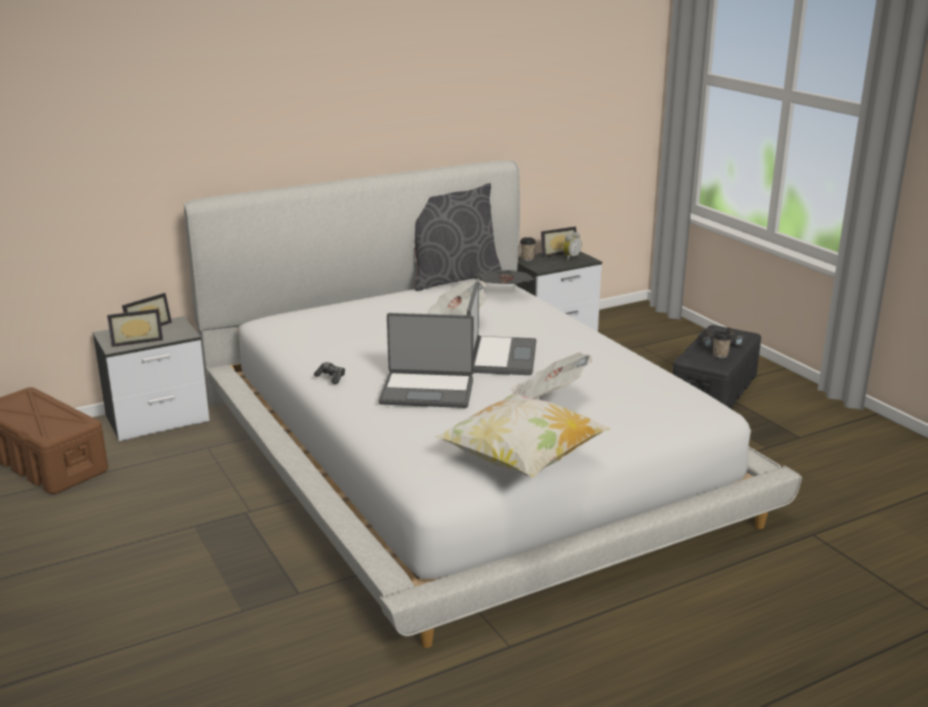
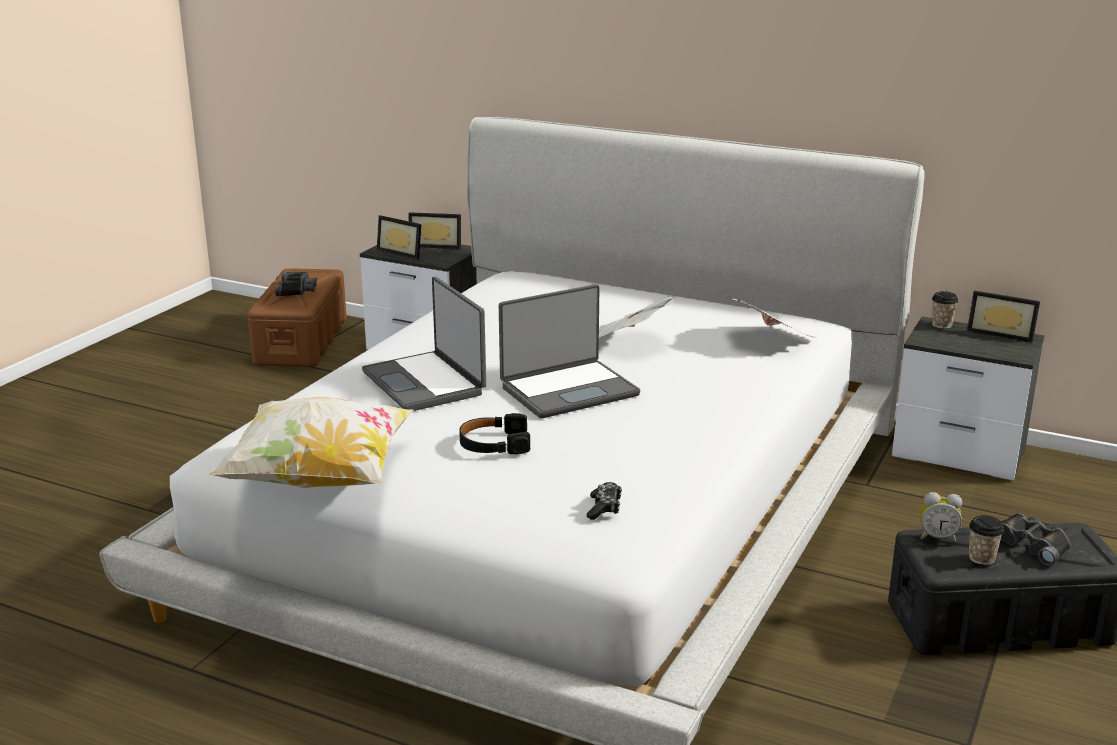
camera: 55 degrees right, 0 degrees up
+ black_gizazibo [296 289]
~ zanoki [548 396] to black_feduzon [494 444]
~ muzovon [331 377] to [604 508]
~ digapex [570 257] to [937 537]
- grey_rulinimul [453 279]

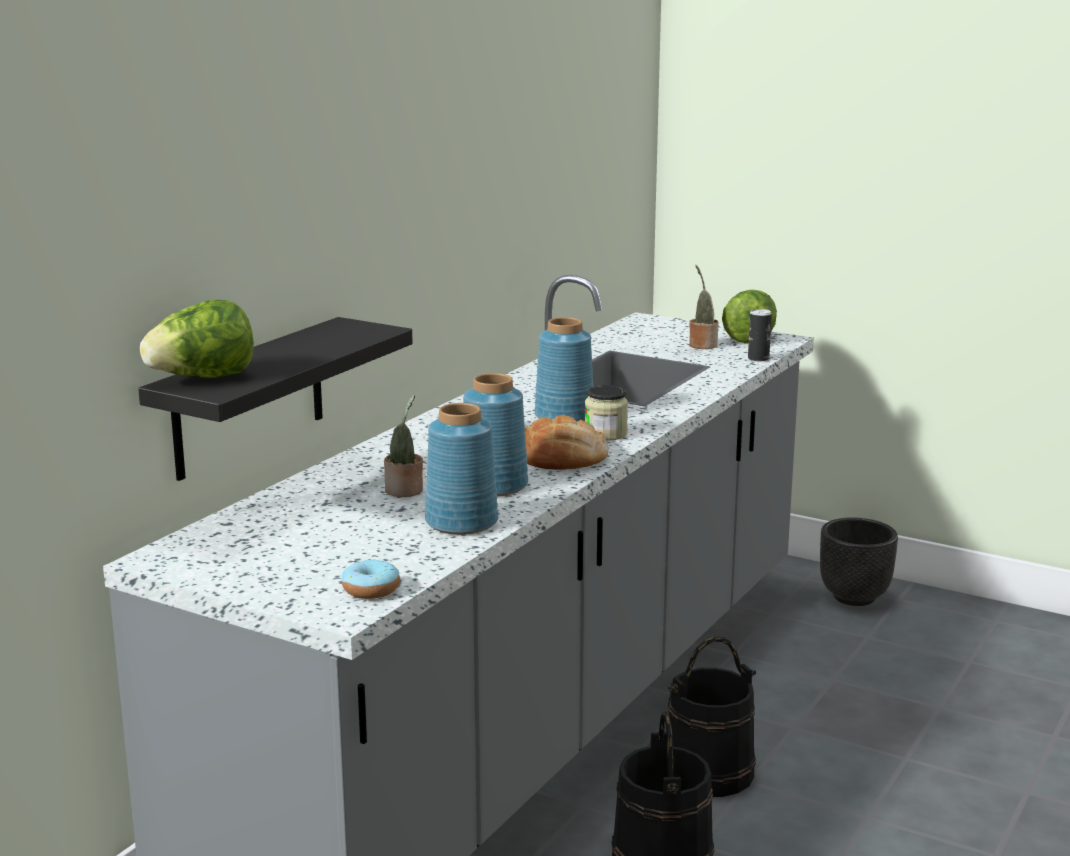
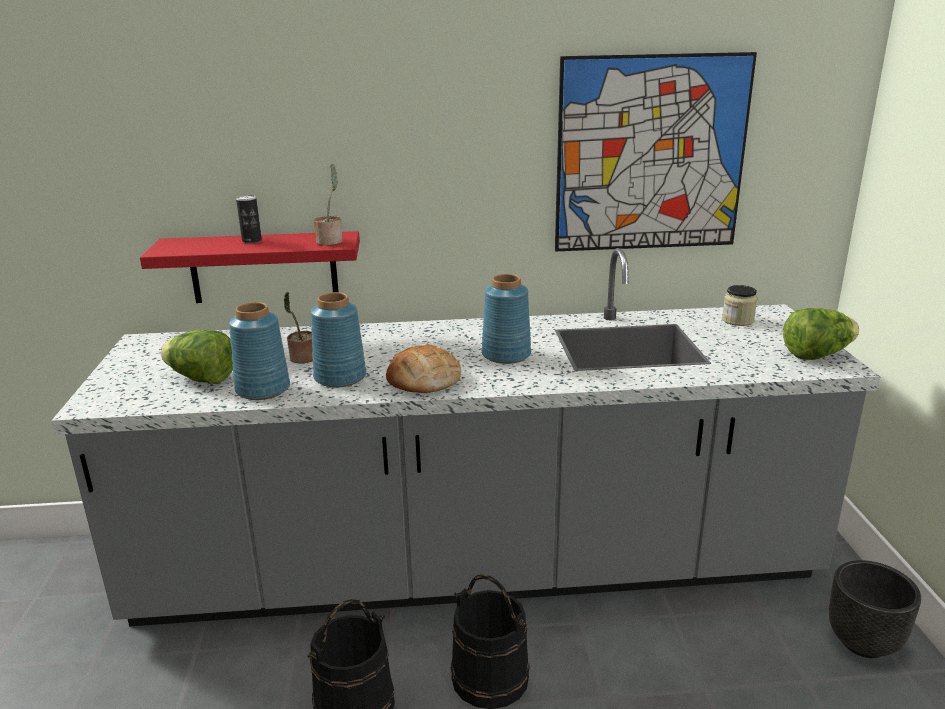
camera: 55 degrees right, 5 degrees up
~ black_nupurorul [249 398] to red_nupurorul [264 267]
~ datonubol [203 378] to [202 379]
~ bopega [758 358] to [251 241]
~ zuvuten [702 345] to [330 241]
+ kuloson [650 155]
~ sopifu [605 434] to [737 320]
- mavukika [371 590]

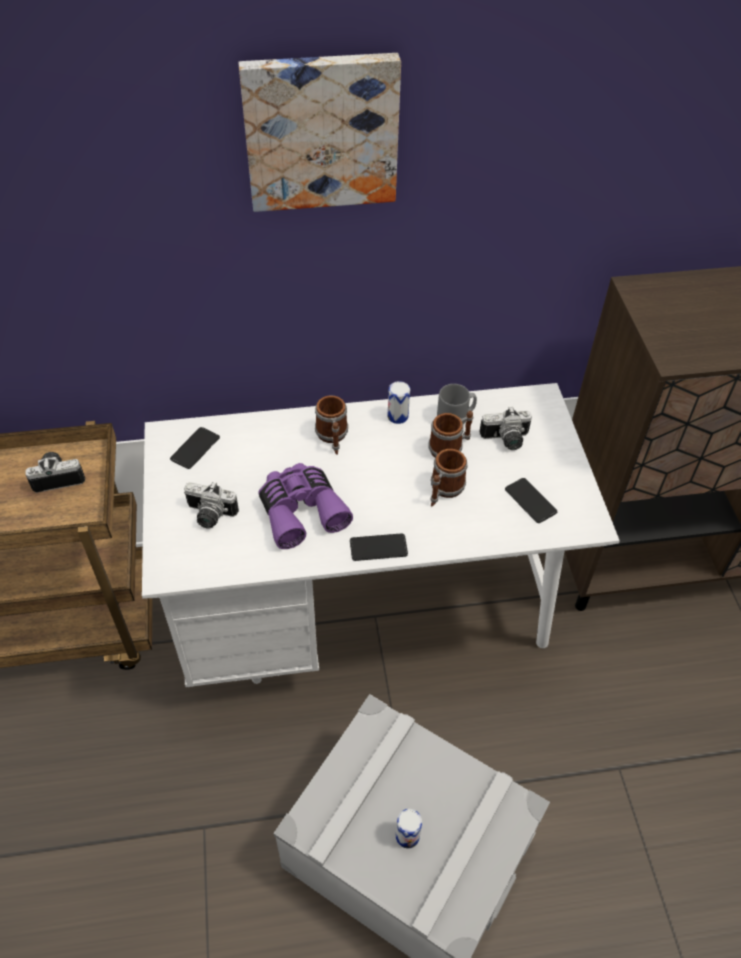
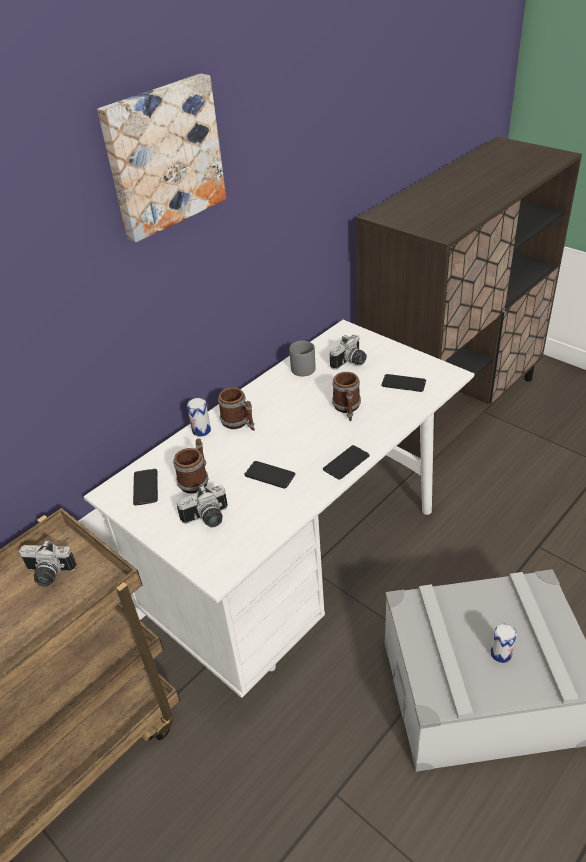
camera: 35 degrees left, 10 degrees down
~ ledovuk [58 476] = [48 574] 120 degrees counterclockwise
~ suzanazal [450 447] to [196 479]
~ bopega [397 416] to [201 430]
~ purple_gizazibo [301 510] to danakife [269 475]

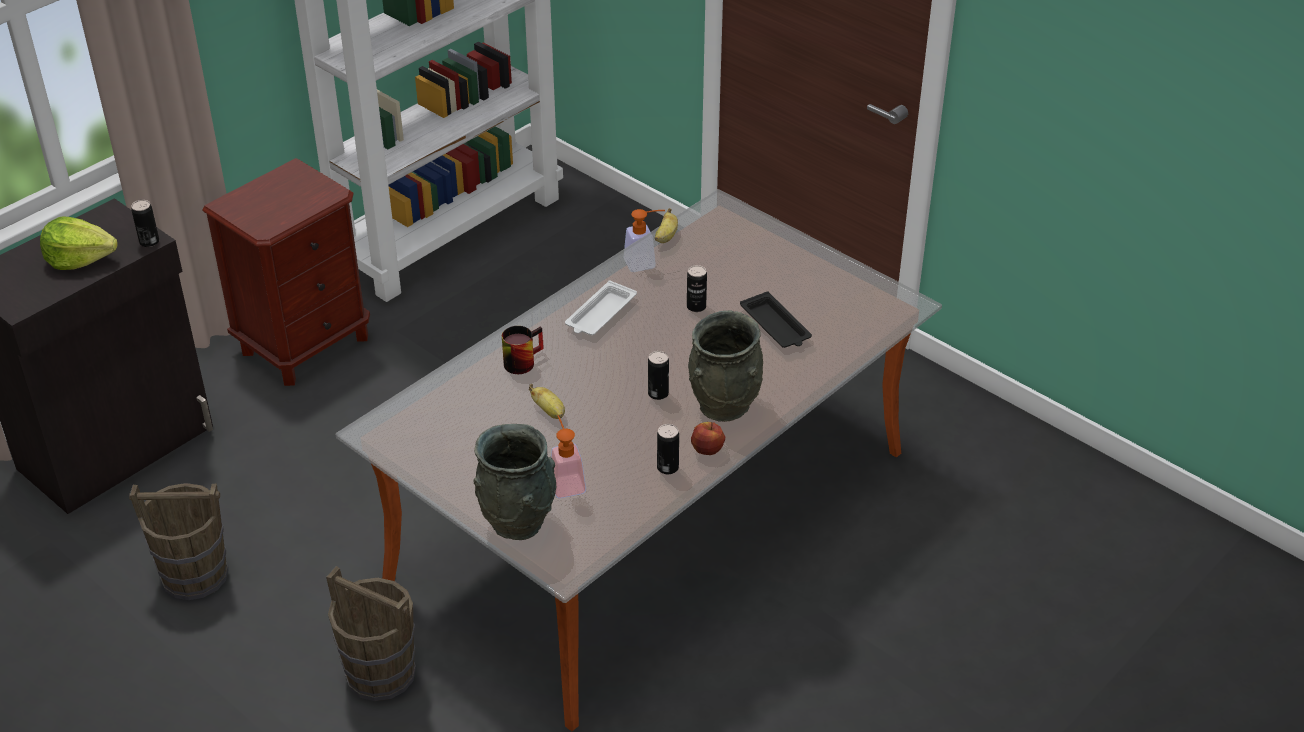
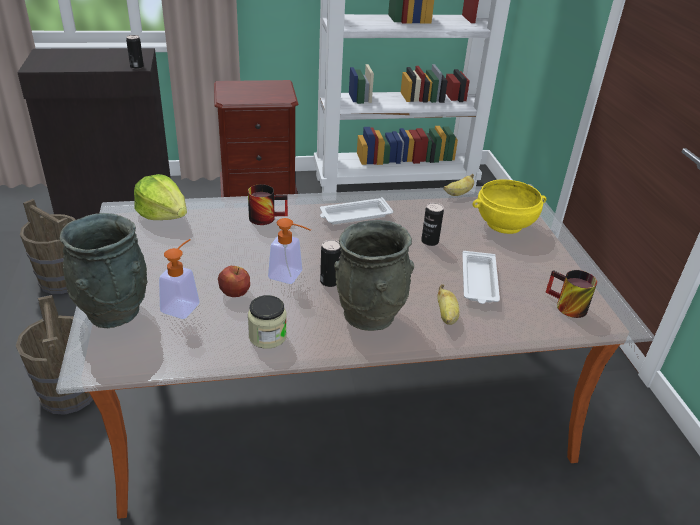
camera: 35 degrees right, 5 degrees down
~ datonubol [80 259] to [163 214]
~ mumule [707 449] to [234 292]
~ bopega [667 467] to sopifu [267 336]
~ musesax [645 262] to [291 276]
~ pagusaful [549 411] to [446 316]
~ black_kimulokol [776 326] to white_kimulokol [479 282]
+ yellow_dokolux [505 225]
+ suzanazal [565 306]

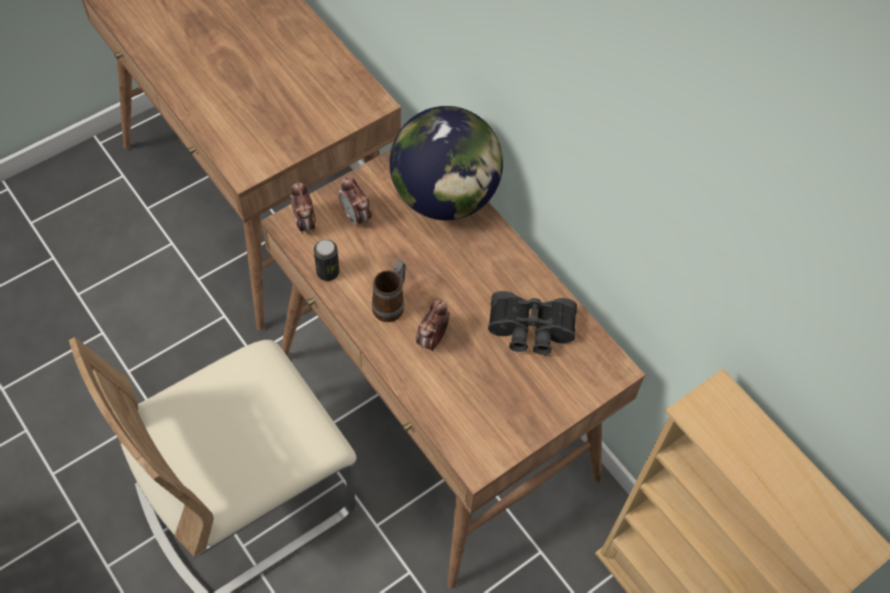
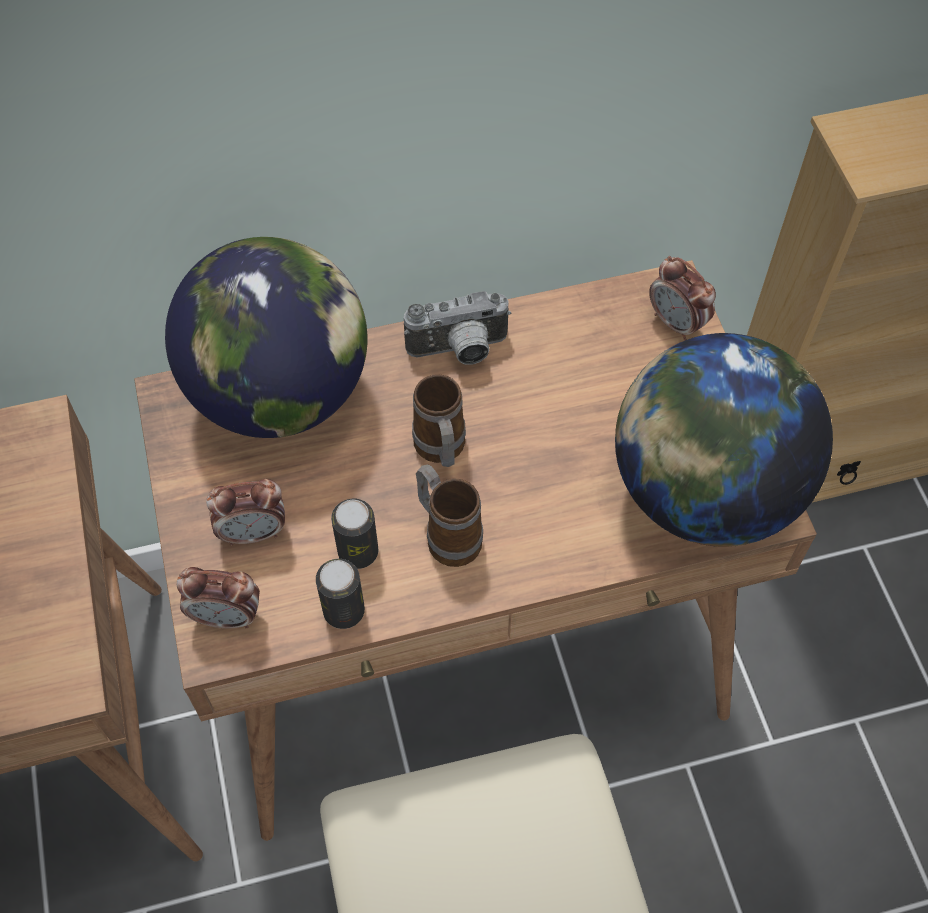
camera: 65 degrees left, 0 degrees up
+ bopega [358 552]
+ ledovuk [459 351]
+ suzanazal [441 451]
+ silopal [703 491]
~ digapex [432 339] to [676 323]
- black_gizazibo [530 331]

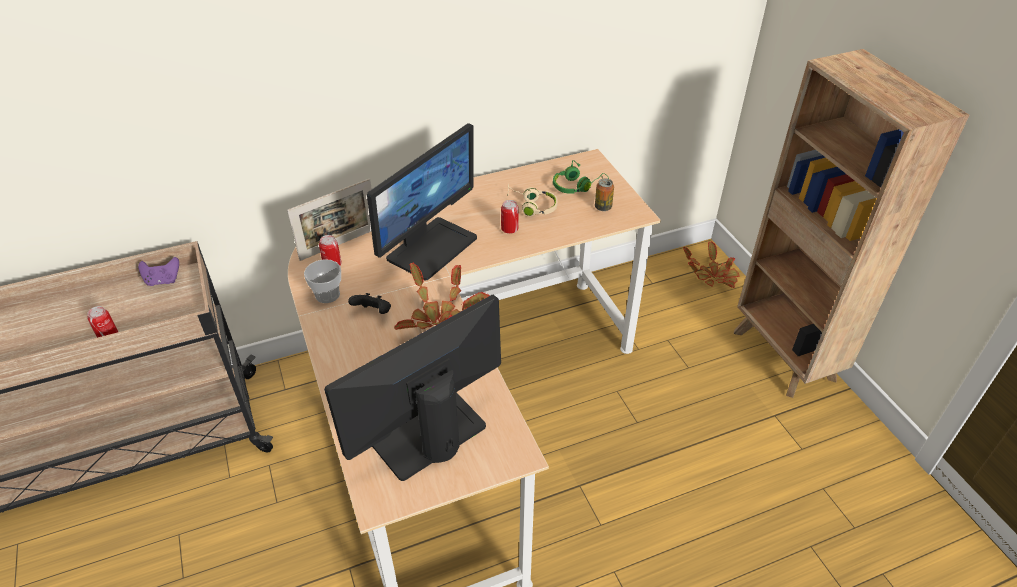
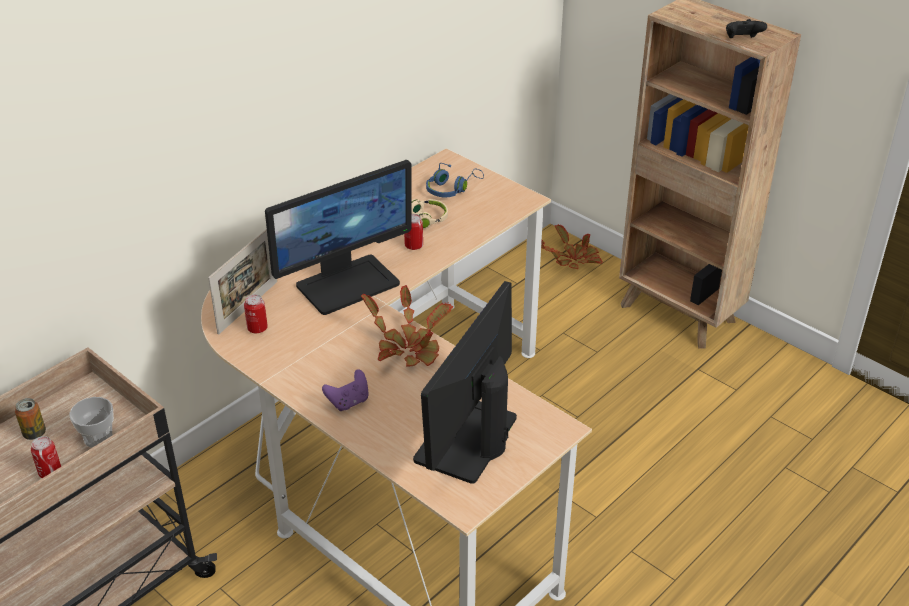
camera: 25 degrees left, 5 degrees down
~ bopega [603 207] to [34 433]
~ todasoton [327 295] to [98 438]
~ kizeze [431 247] = [347 283] 45 degrees clockwise
~ purple_muzovon [163 280] to [348 402]
~ green_feduzon [577 186] to blue_feduzon [451 189]
~ black_muzovon [373 313] to [742 40]

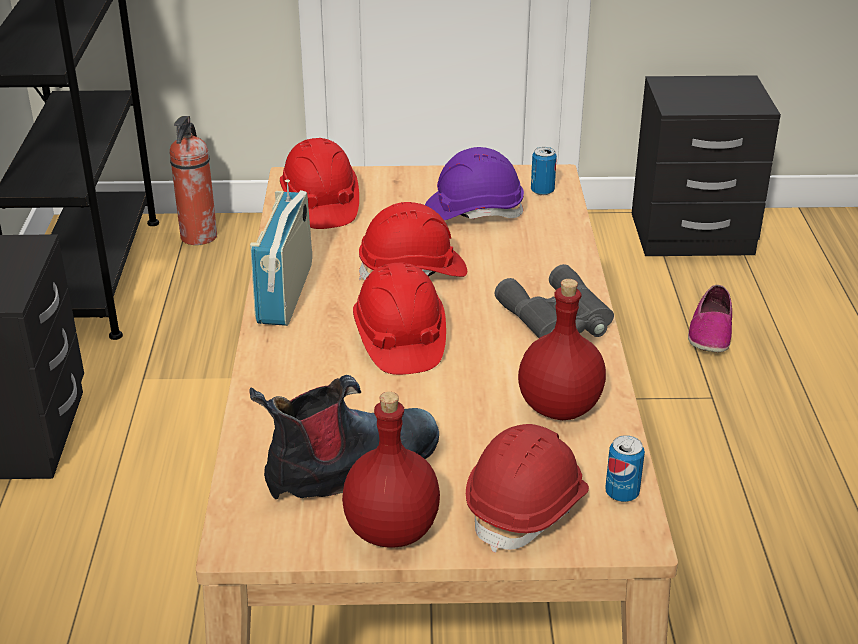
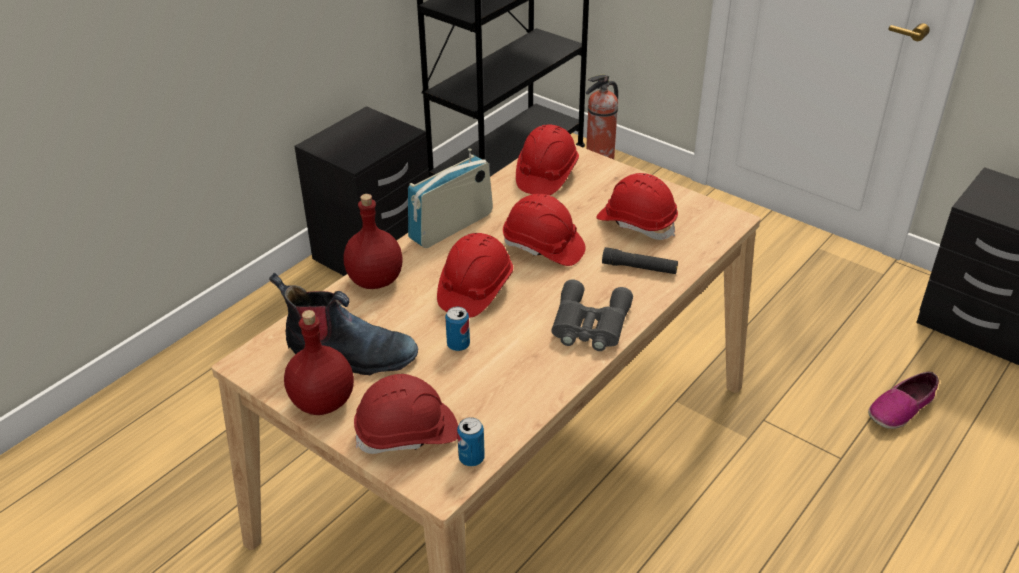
camera: 40 degrees right, 5 degrees up
~ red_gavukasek [560 408] to [375 281]
~ bopega [542 191] to [458 345]
~ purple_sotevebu [472 212] to red_sotevebu [636 223]
+ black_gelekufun [639 268]

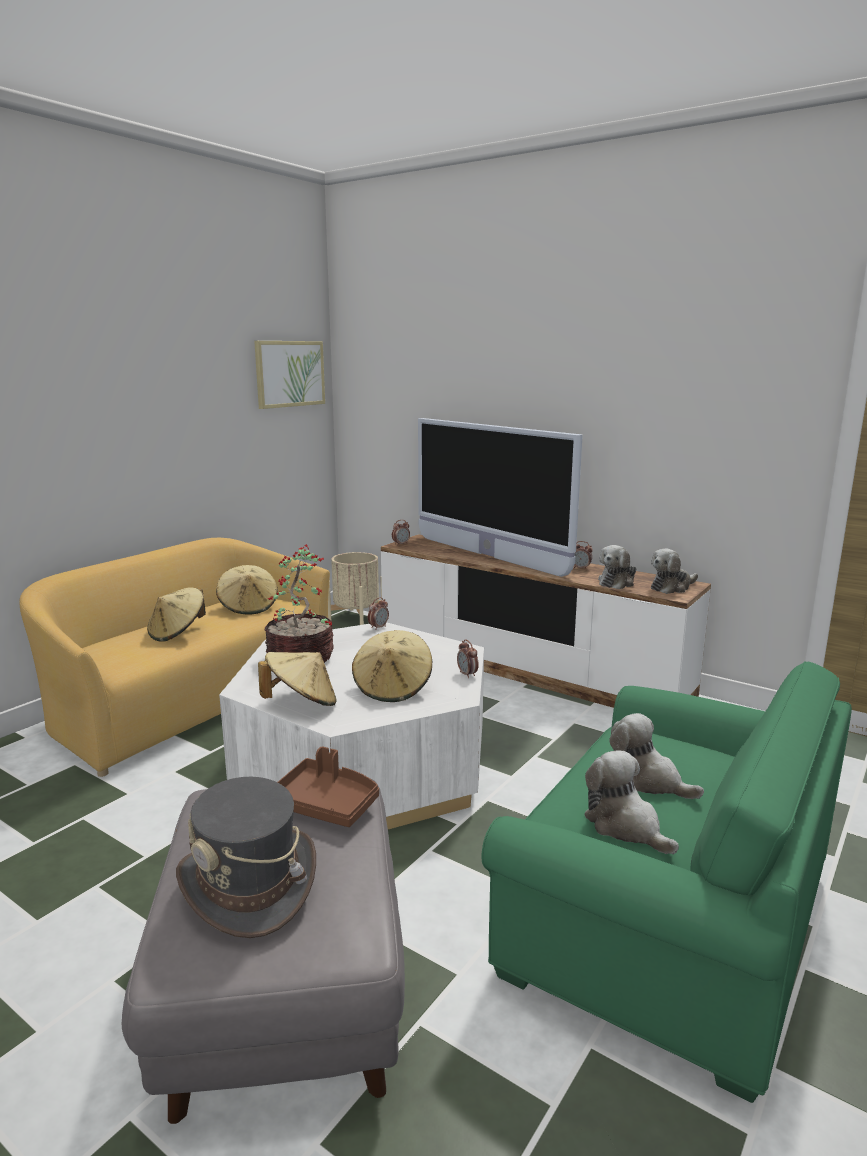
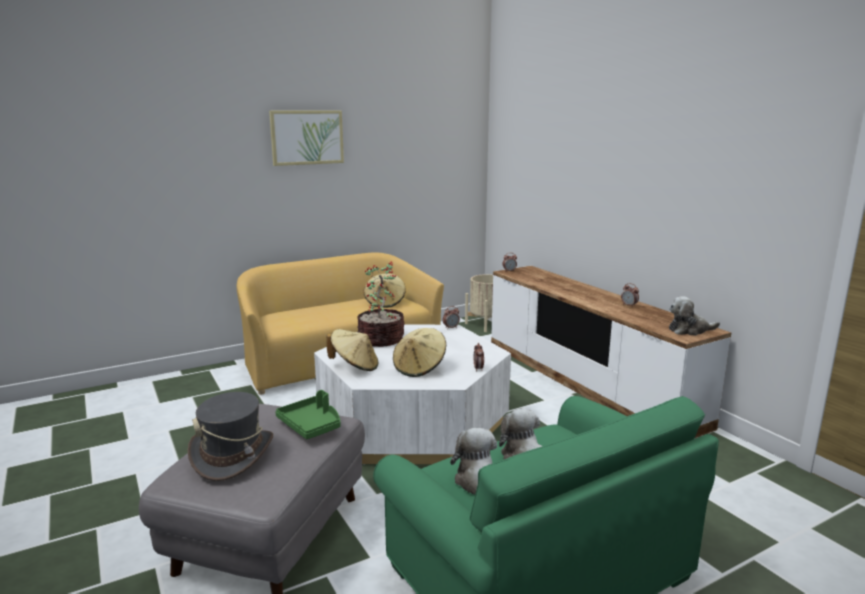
camera: 25 degrees right, 0 degrees up
~ kuloson [289 373] to [307 137]
~ brown_kimulokol [326 804] to green_kimulokol [311 425]
- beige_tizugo [178 633]
- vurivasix [489 556]
- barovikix [617 582]

